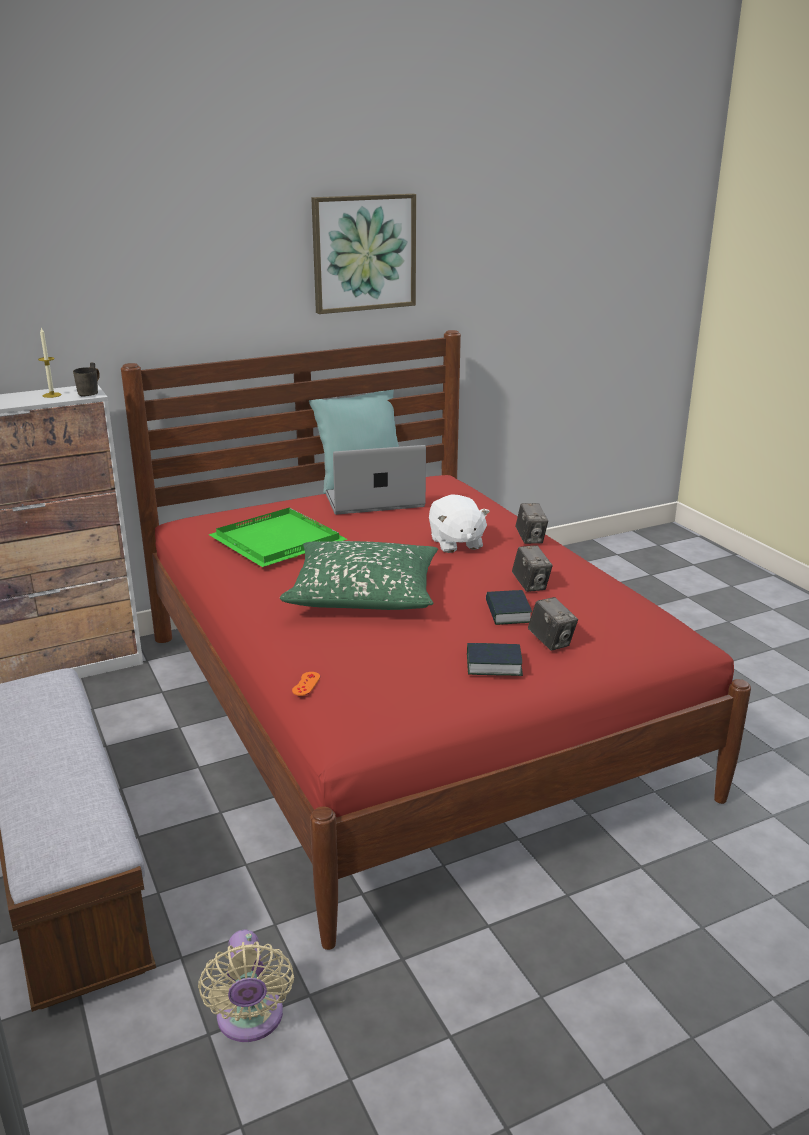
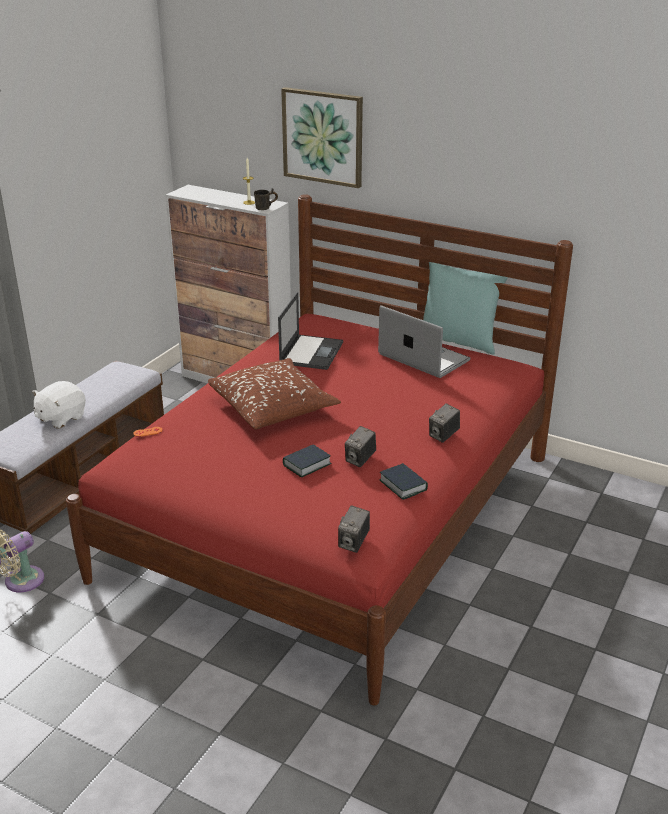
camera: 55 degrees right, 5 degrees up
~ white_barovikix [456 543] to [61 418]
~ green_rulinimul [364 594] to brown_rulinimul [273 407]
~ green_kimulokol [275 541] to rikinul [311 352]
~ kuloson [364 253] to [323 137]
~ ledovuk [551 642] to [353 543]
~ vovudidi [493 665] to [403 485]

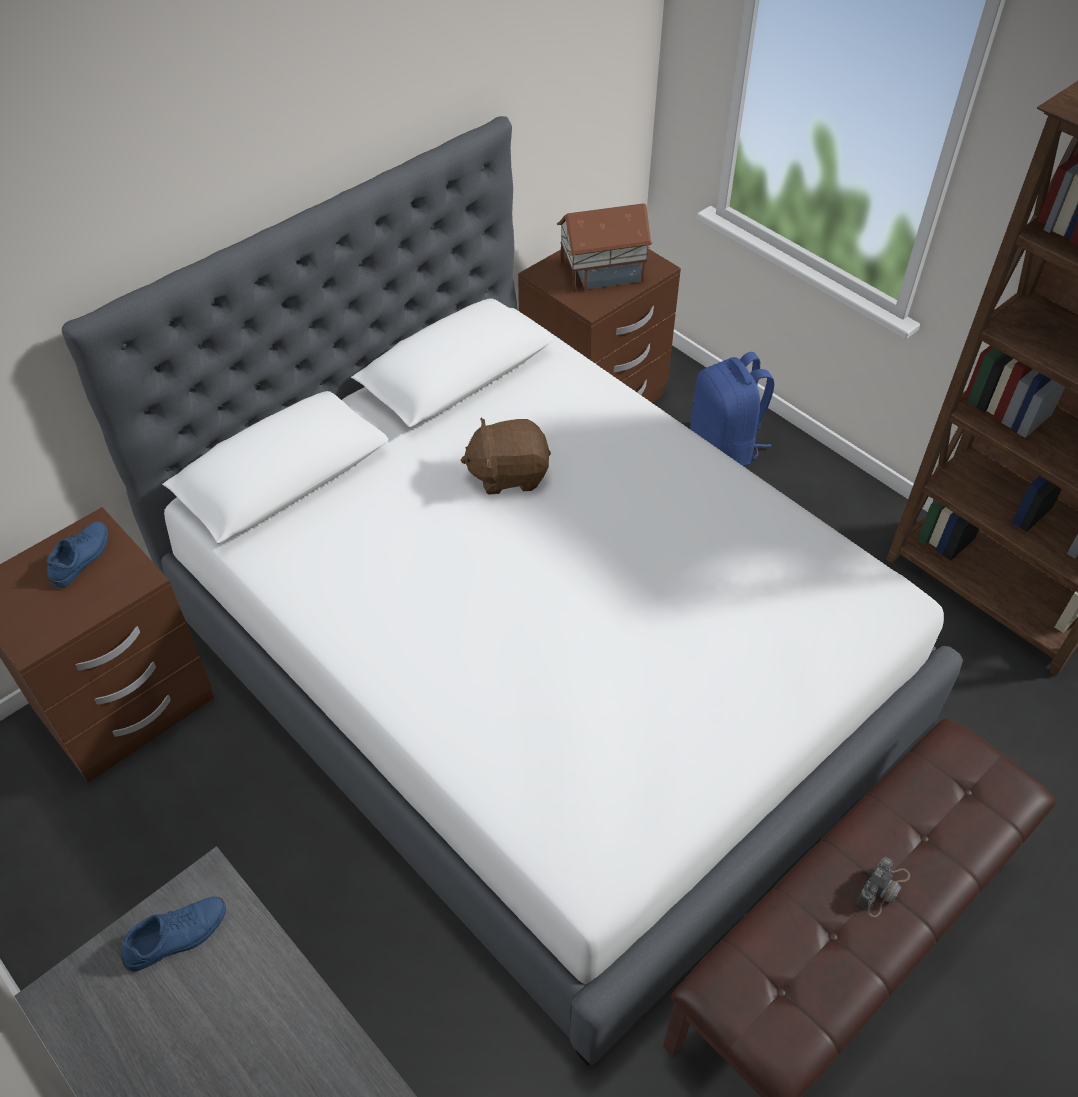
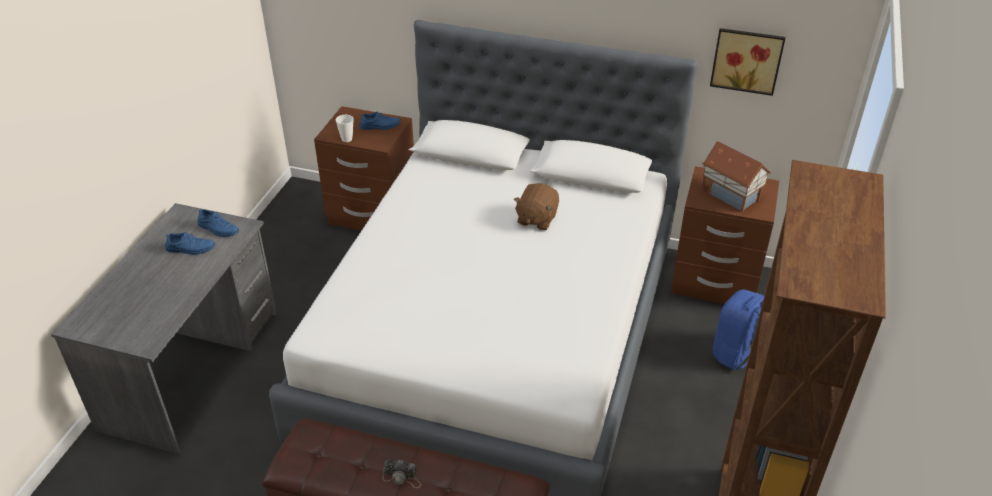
camera: 60 degrees right, 10 degrees down
+ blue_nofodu [190 248]
+ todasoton [347 139]
~ brown_barovikix [508 474] = [536 219] 120 degrees counterclockwise
+ kuloson [747 60]

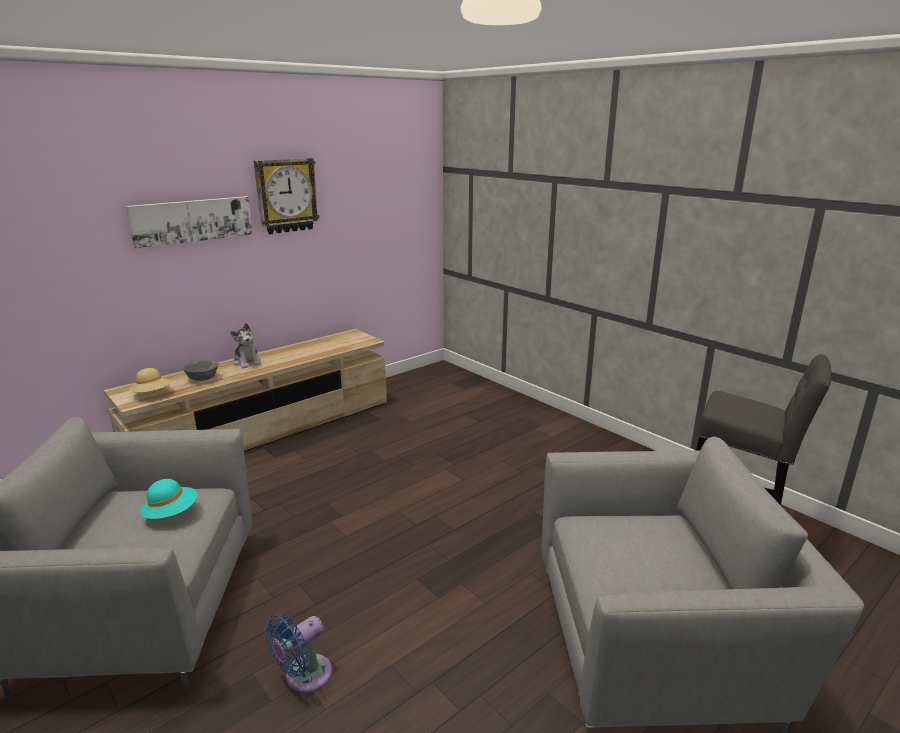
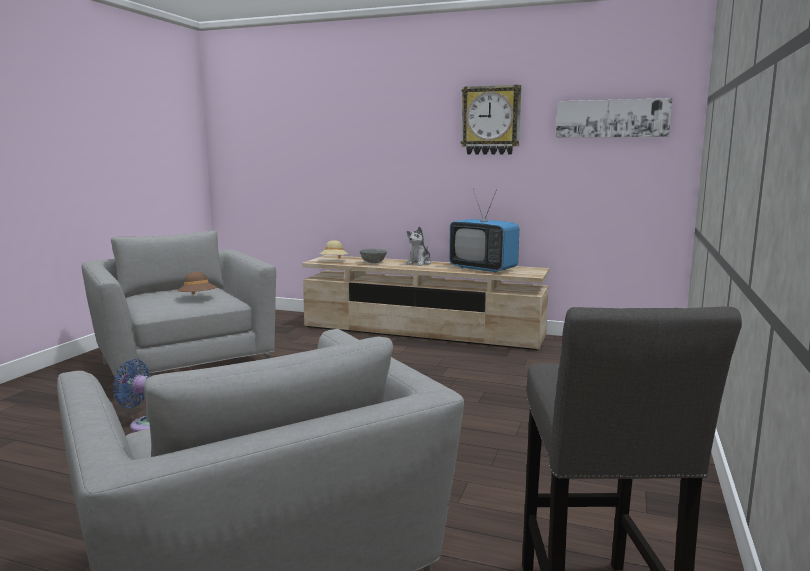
camera: 60 degrees right, 10 degrees down
~ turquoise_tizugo [171 513] to brown_tizugo [198 298]
+ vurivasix [483 269]
~ kuloson [192 220] to [612 118]

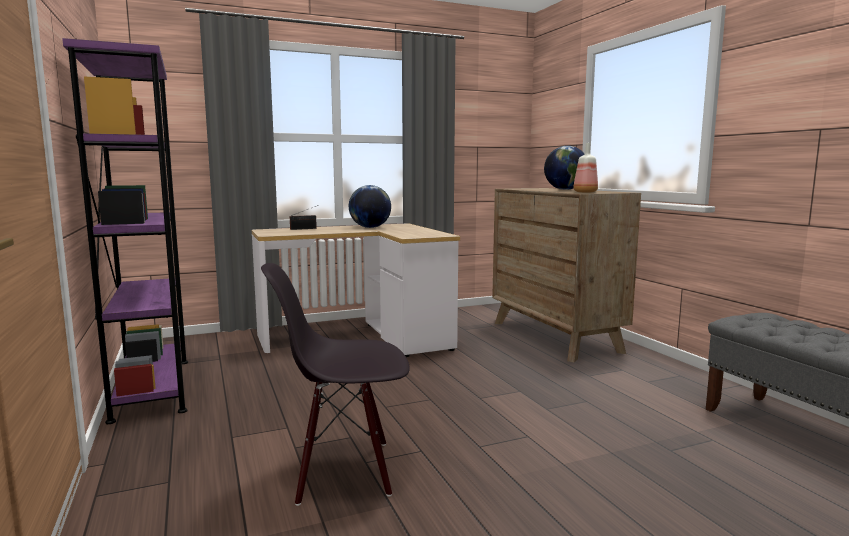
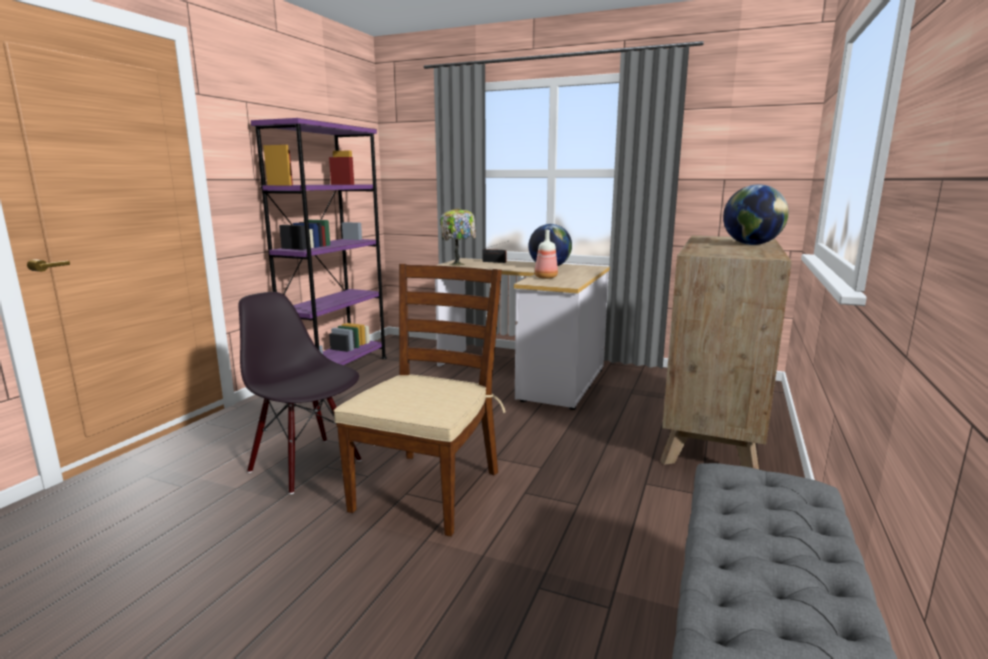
camera: 45 degrees right, 5 degrees up
+ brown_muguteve [427 490]
+ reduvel [458 264]
~ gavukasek [585 192] to [545 277]

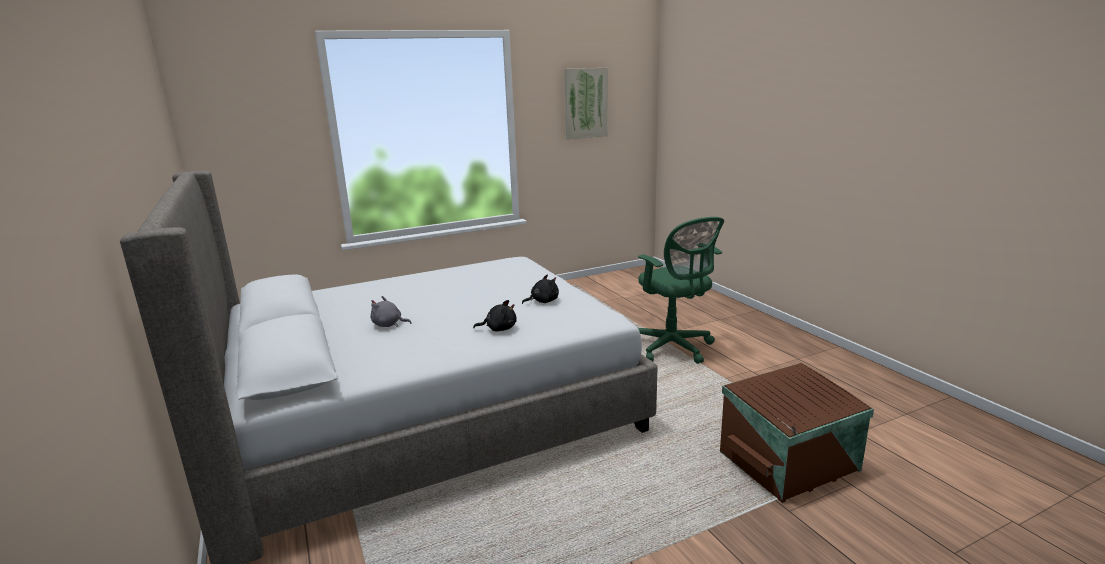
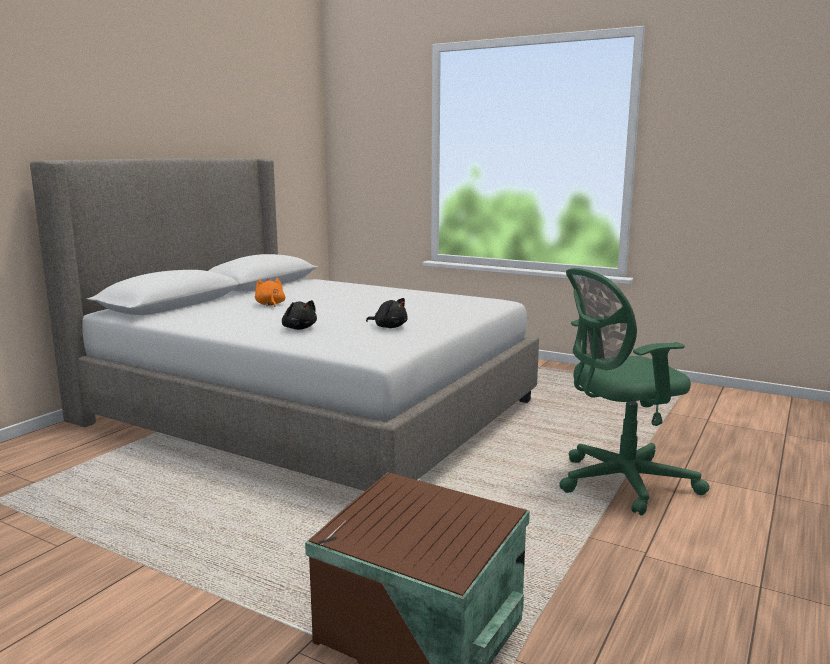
camera: 55 degrees right, 5 degrees down
~ grey_barovikix [389 325] to orange_barovikix [270 305]
~ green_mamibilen [673 348] = [619 483] 45 degrees clockwise
- kuloson [585 103]

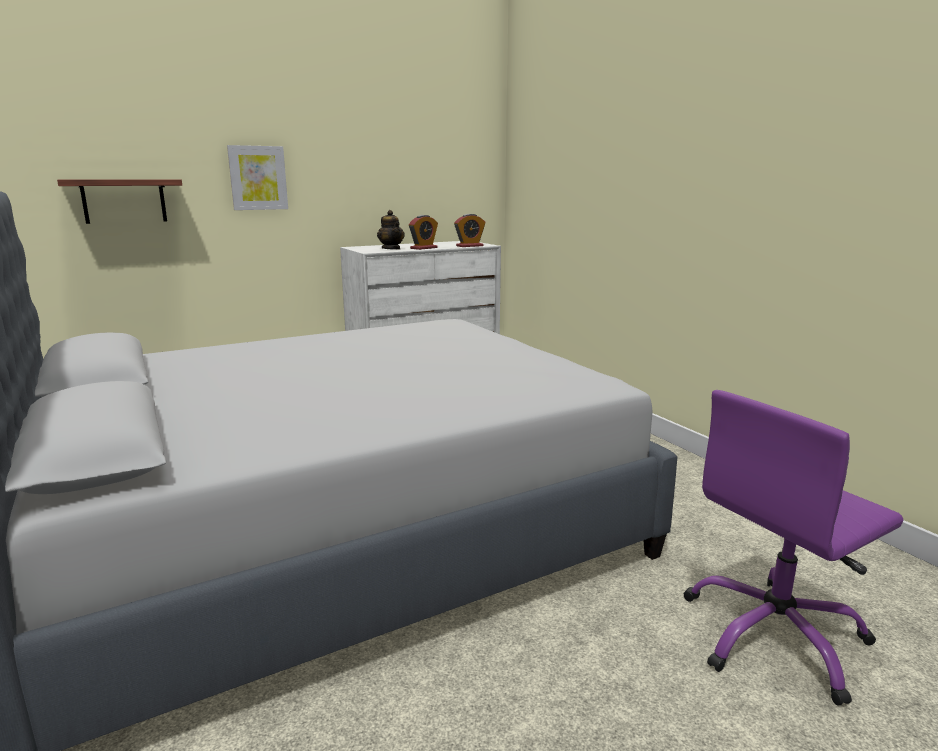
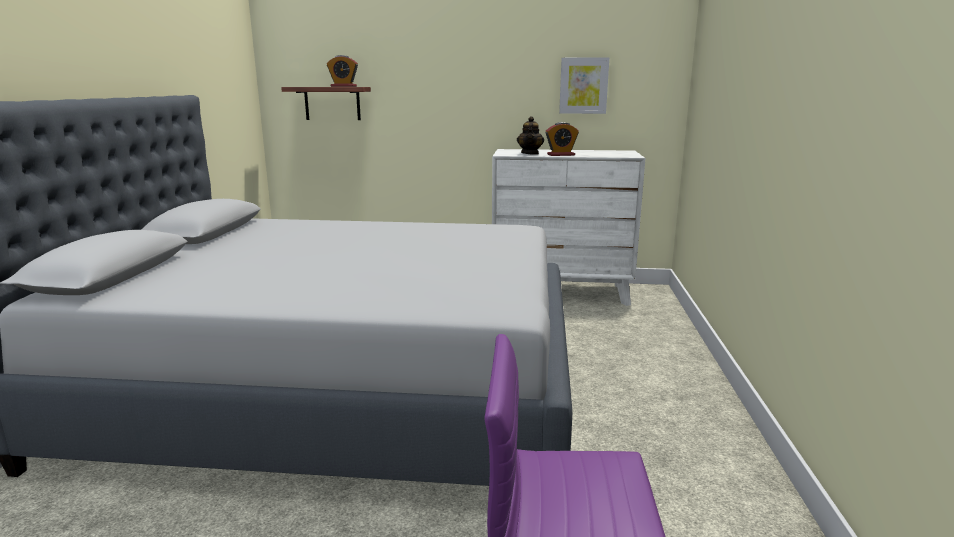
camera: 35 degrees right, 0 degrees up
~ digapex [469 246] to [343 86]
~ kuloson [258 178] to [583 85]

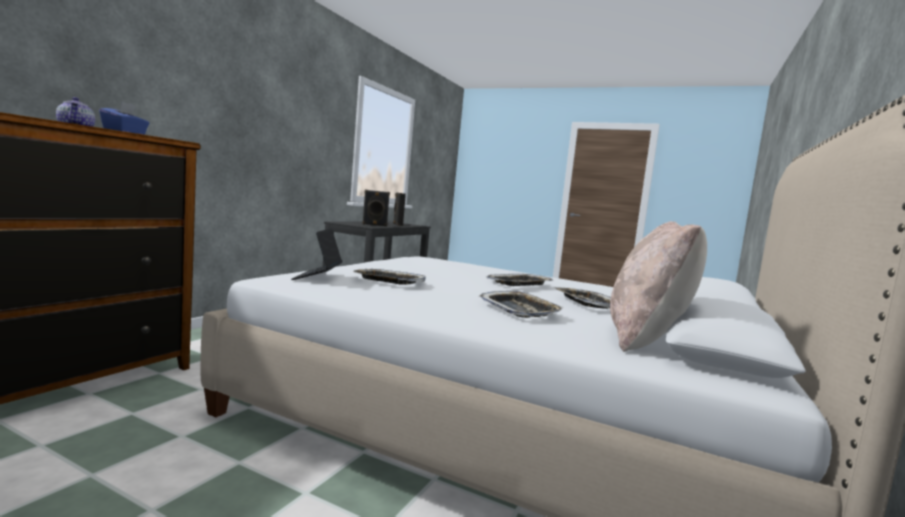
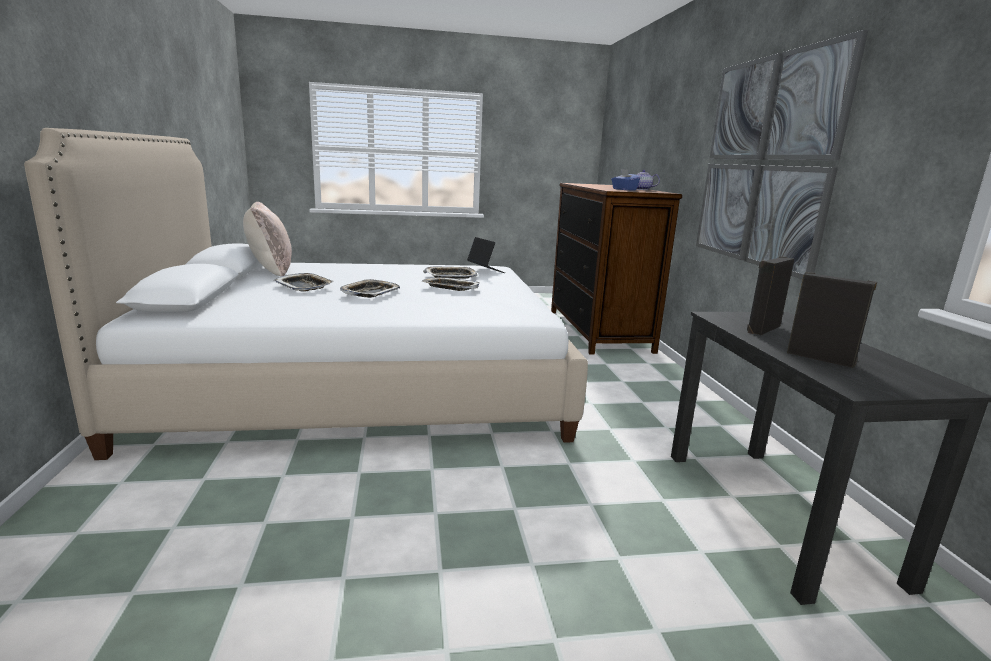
camera: 145 degrees right, 10 degrees up
~ kimulokol [519 310] to [450 288]
+ kuloson [765 162]

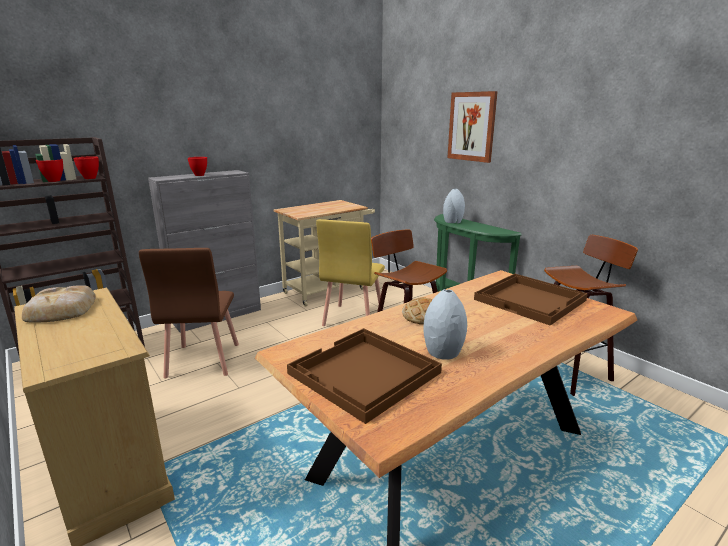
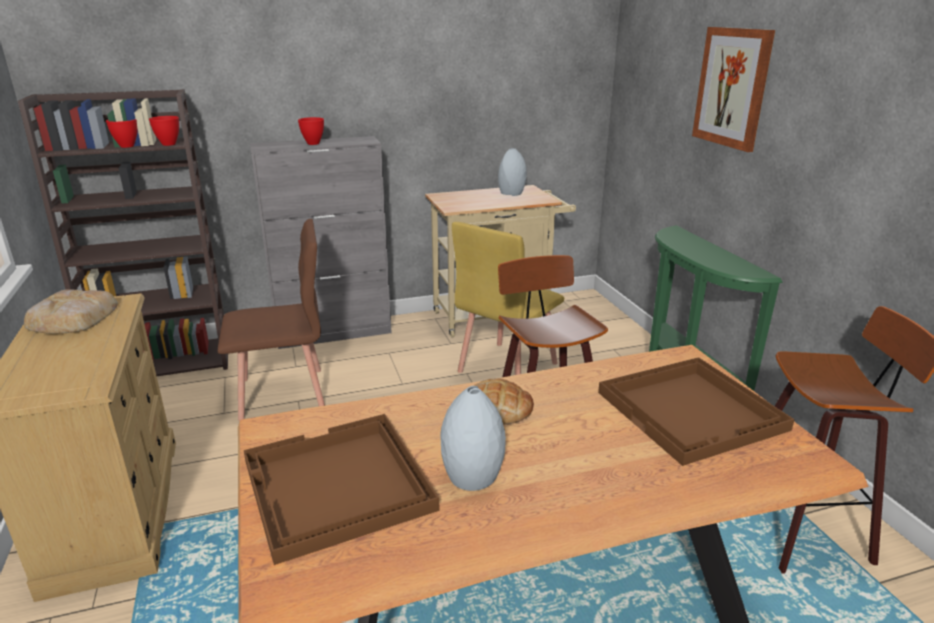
camera: 20 degrees right, 5 degrees up
~ brown_muguteve [202 360] = [283 394] 120 degrees counterclockwise
~ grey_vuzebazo [453 222] to [511 193]

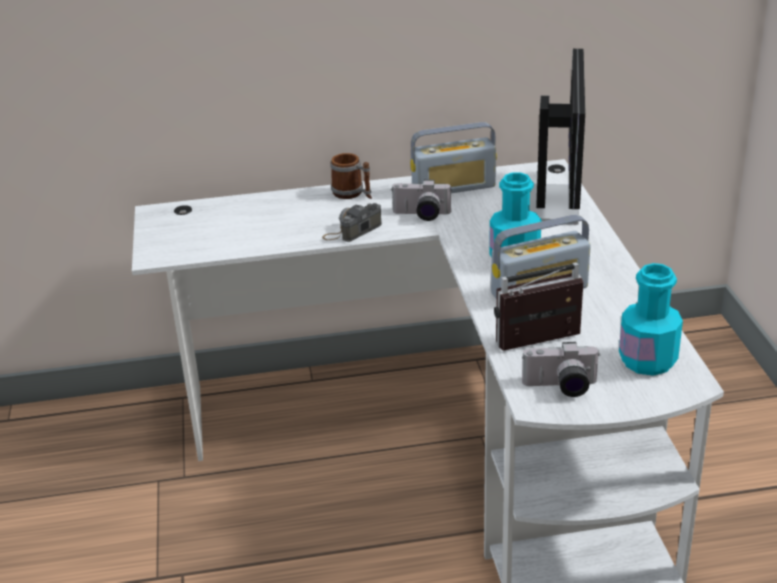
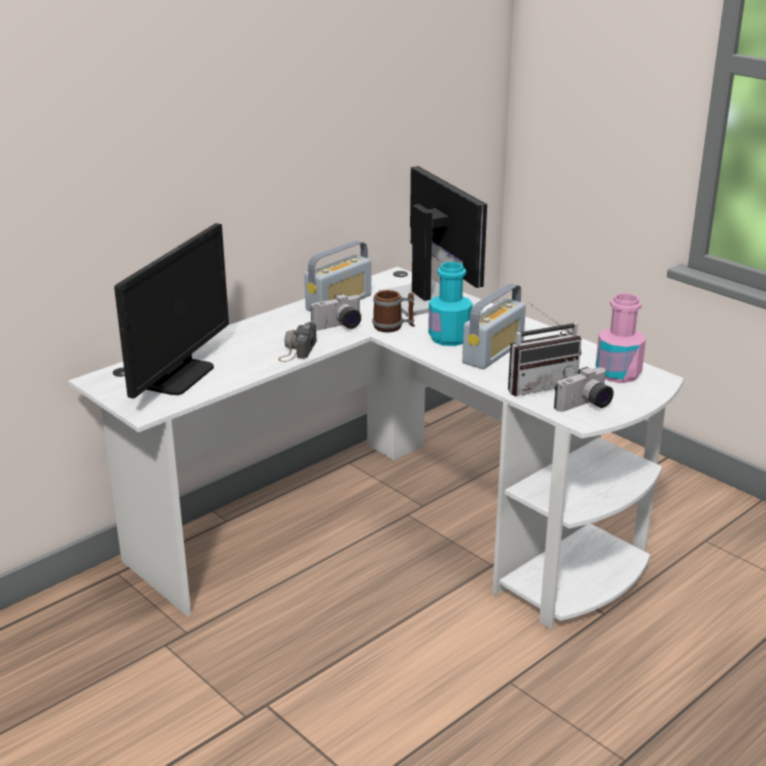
camera: 35 degrees left, 5 degrees down
+ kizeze [178 376]
~ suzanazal [352 194] to [393 327]
~ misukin [541 345] = [539 385] 150 degrees counterclockwise
~ turquoise_gavukasek [647 360] to pink_gavukasek [618 374]

